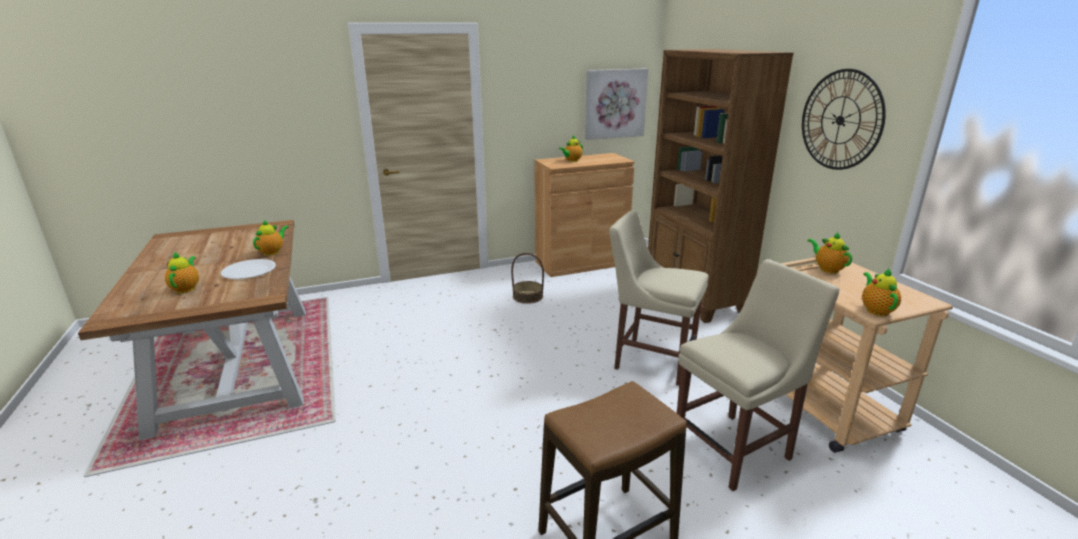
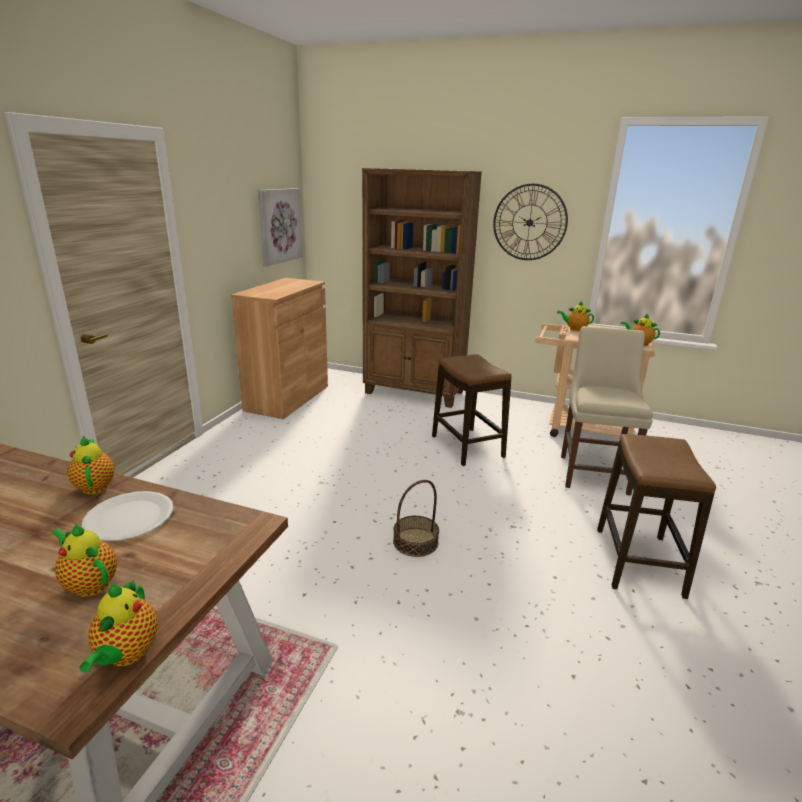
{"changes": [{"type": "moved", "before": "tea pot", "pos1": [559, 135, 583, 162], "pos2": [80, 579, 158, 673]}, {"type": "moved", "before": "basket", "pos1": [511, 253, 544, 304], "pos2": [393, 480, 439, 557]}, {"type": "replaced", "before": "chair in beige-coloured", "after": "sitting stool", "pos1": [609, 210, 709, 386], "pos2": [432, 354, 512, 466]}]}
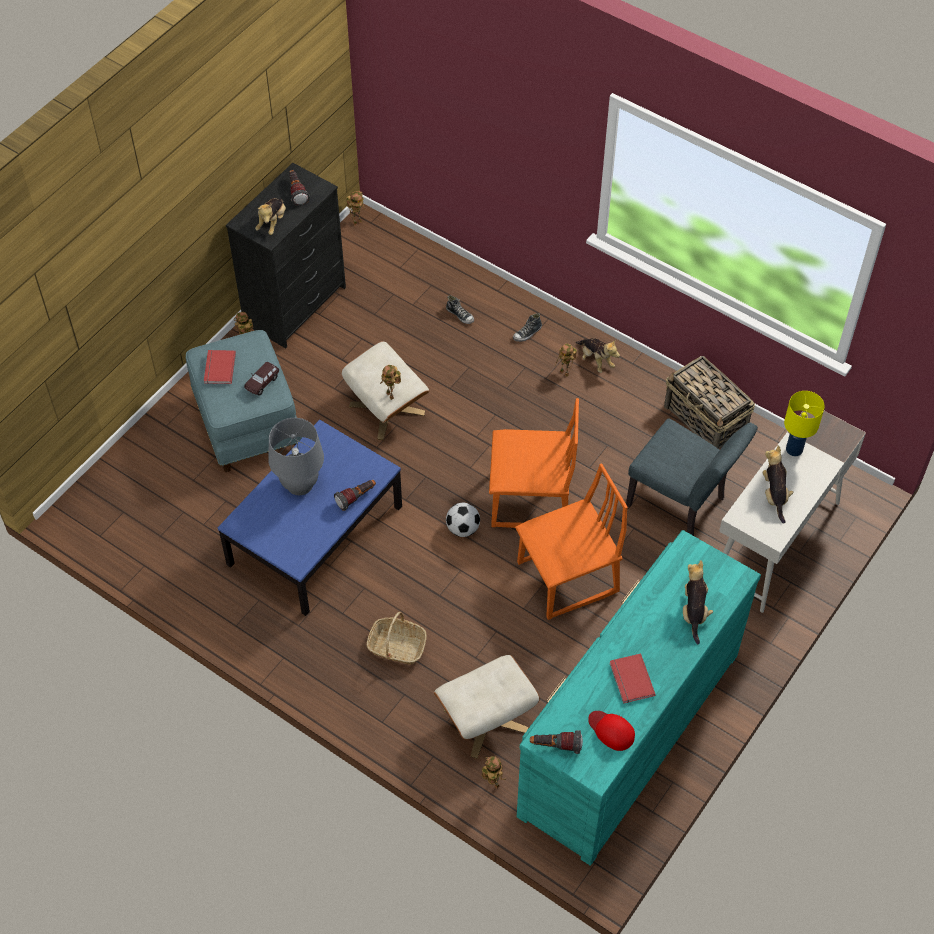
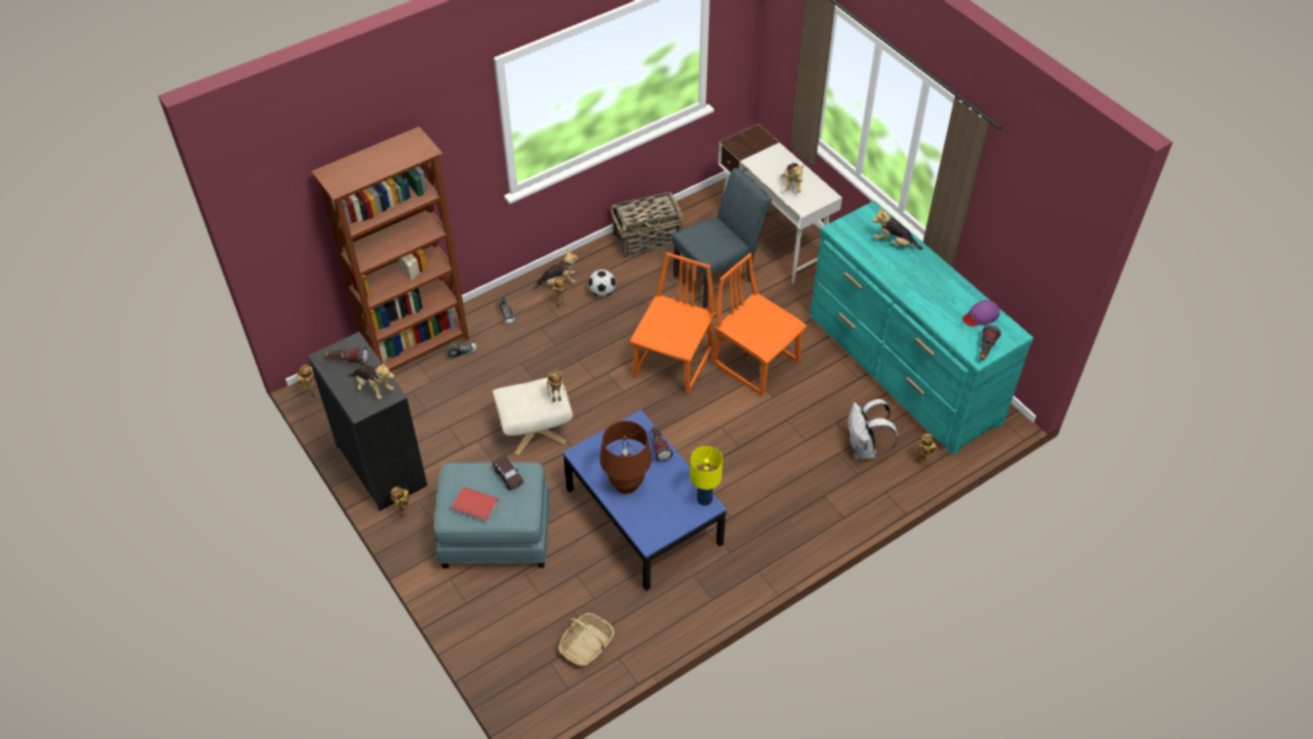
{"changes": [{"type": "added", "after": "bookshelf in brownish", "pos2": [311, 126, 469, 371]}, {"type": "moved", "before": "basket", "pos1": [367, 612, 427, 665], "pos2": [559, 613, 614, 667]}, {"type": "moved", "before": "football", "pos1": [446, 503, 480, 537], "pos2": [588, 269, 616, 297]}, {"type": "recoloured", "before": "lamp for a table in grey", "after": "lamp for a table in brownish", "pos1": [268, 418, 324, 495], "pos2": [600, 421, 652, 494]}, {"type": "moved", "before": "lamp for a table in yellow", "pos1": [784, 391, 825, 456], "pos2": [690, 446, 723, 506]}, {"type": "turned", "before": "chair in orange", "pos1": [515, 463, 628, 620], "pos2": [712, 253, 807, 396], "turn": -45}, {"type": "turned", "before": "plush toy", "pos1": [763, 445, 793, 524], "pos2": [780, 163, 804, 193], "turn": -105}, {"type": "replaced", "before": "footrest in beige-coloured", "after": "backpack in whitish", "pos1": [433, 655, 540, 759], "pos2": [848, 399, 898, 460]}, {"type": "recoloured", "before": "cap in reddish", "after": "cap in purplish", "pos1": [588, 711, 635, 751], "pos2": [963, 300, 1000, 326]}, {"type": "removed", "before": "bound book in reddish", "pos1": [610, 654, 656, 704]}]}
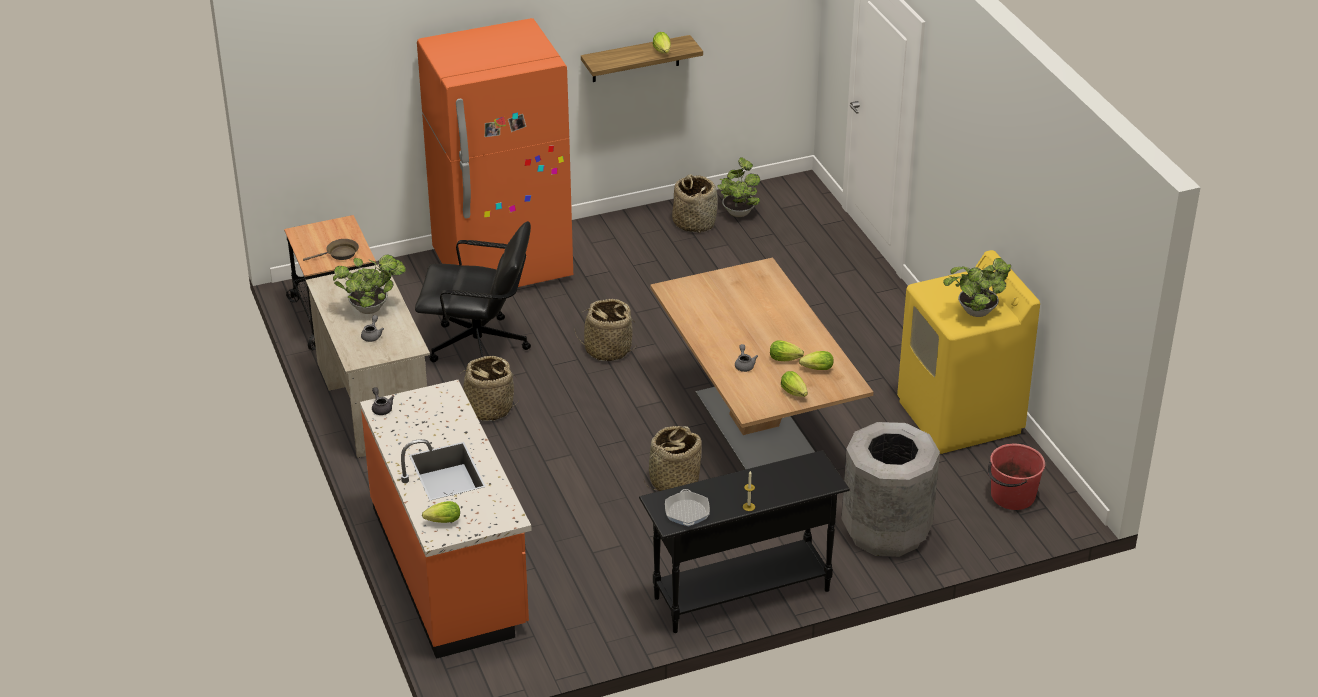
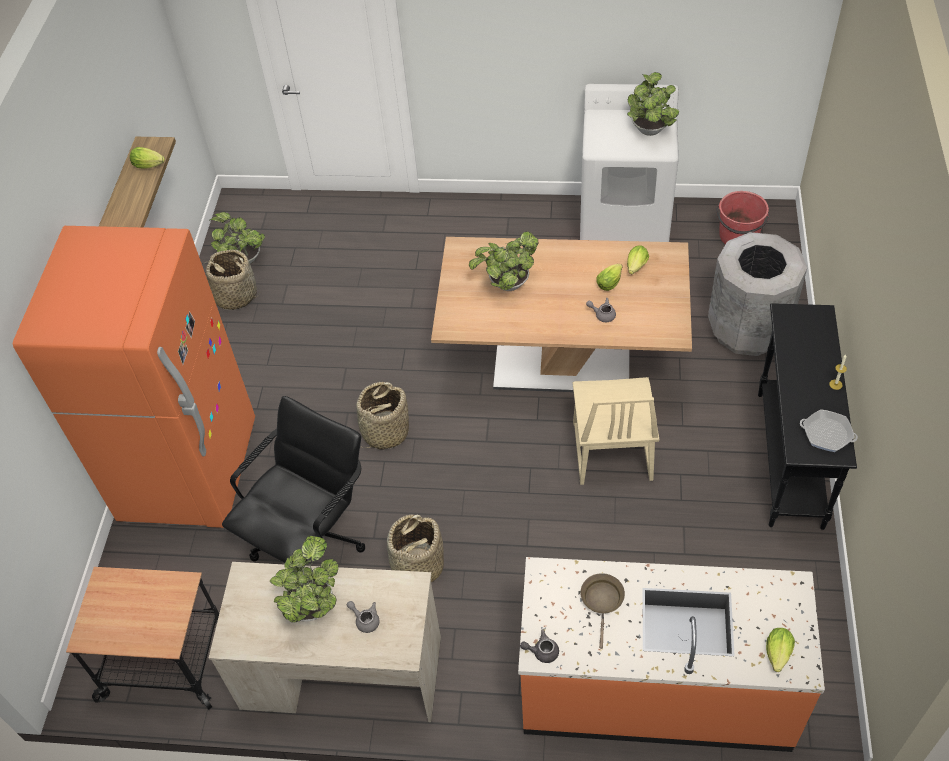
{"changes": [{"type": "added", "after": "houseplant", "pos2": [469, 231, 539, 291]}, {"type": "replaced", "before": "basket", "after": "chair in beige-coloured", "pos1": [644, 426, 702, 491], "pos2": [573, 377, 659, 485]}, {"type": "recoloured", "before": "washing machine in yellow", "after": "washing machine in whitish", "pos1": [897, 250, 1040, 454], "pos2": [580, 84, 679, 242]}, {"type": "moved", "before": "pan in brownish", "pos1": [303, 239, 359, 261], "pos2": [580, 573, 625, 649]}, {"type": "removed", "before": "lettuce", "pos1": [781, 371, 808, 397]}]}
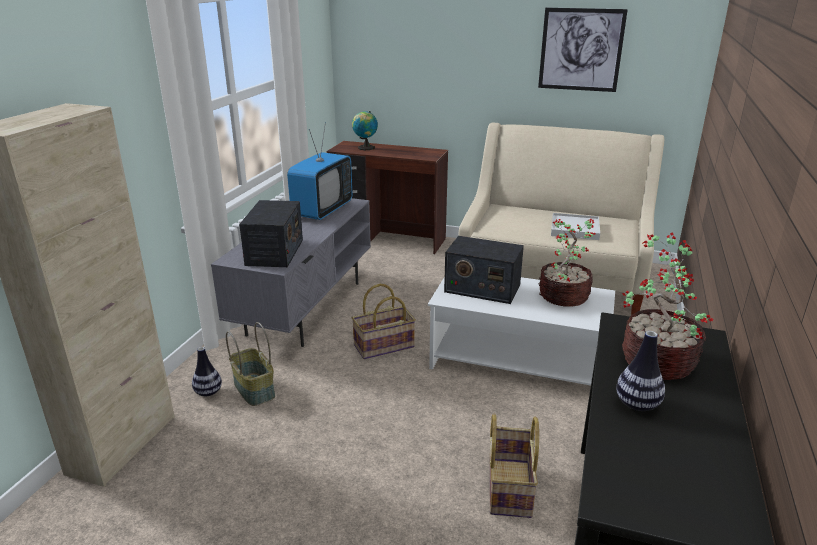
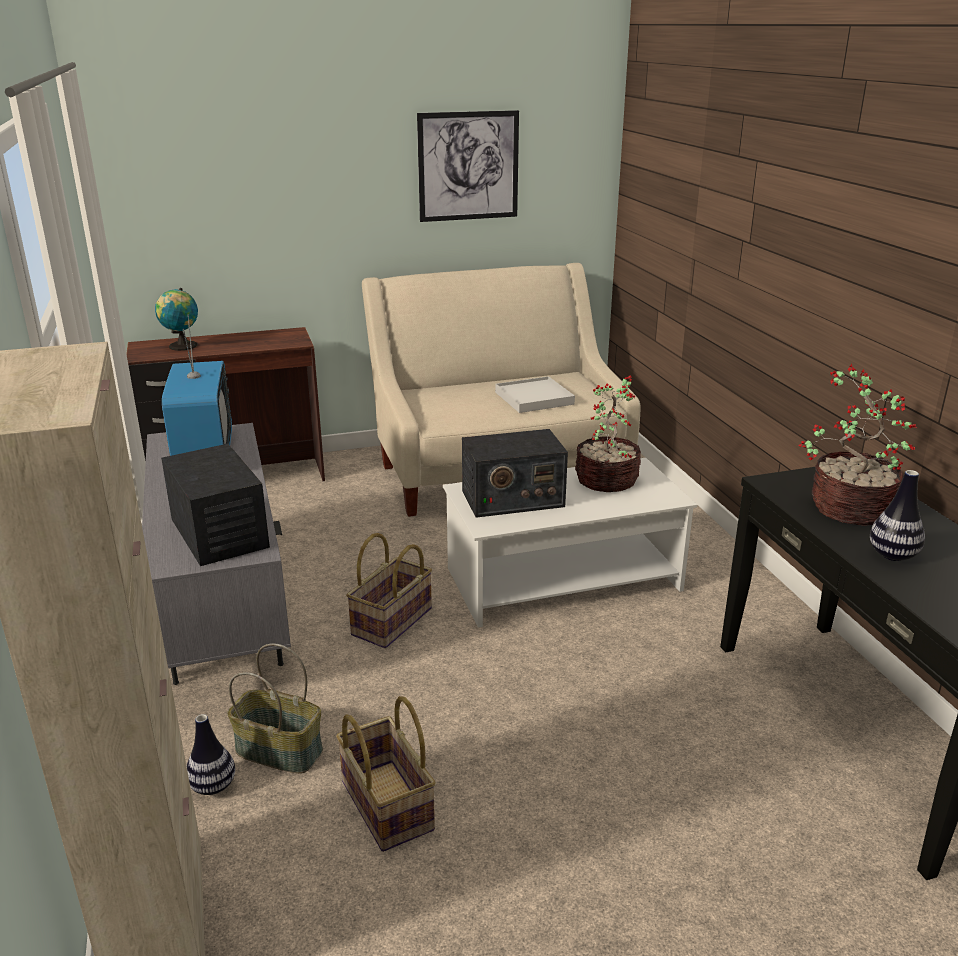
{"changes": [{"type": "moved", "before": "basket", "pos1": [489, 414, 539, 518], "pos2": [336, 696, 436, 852]}]}
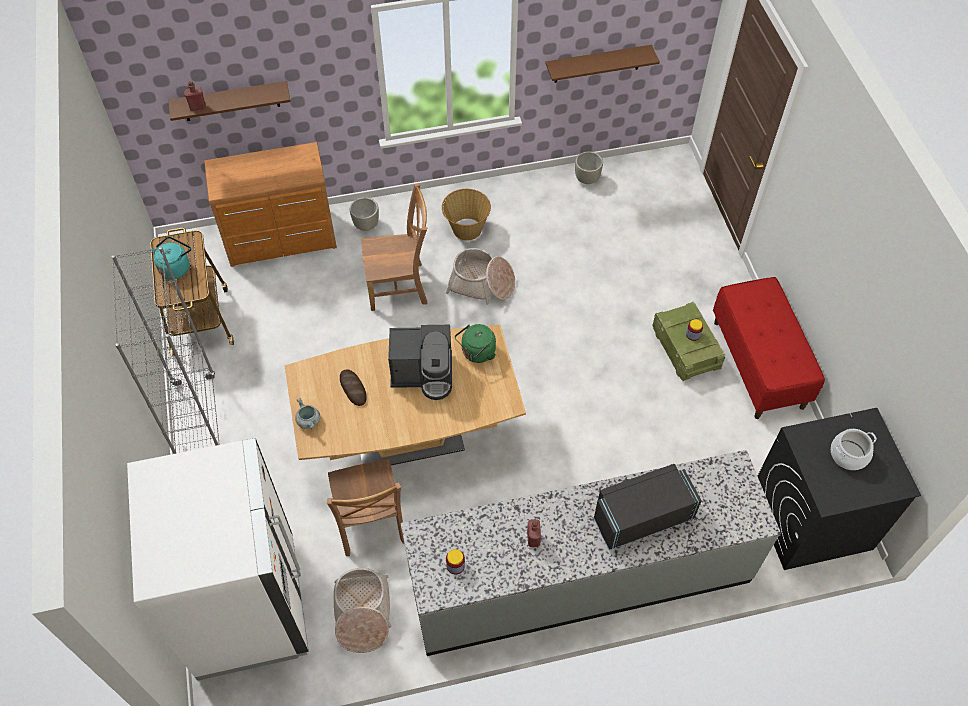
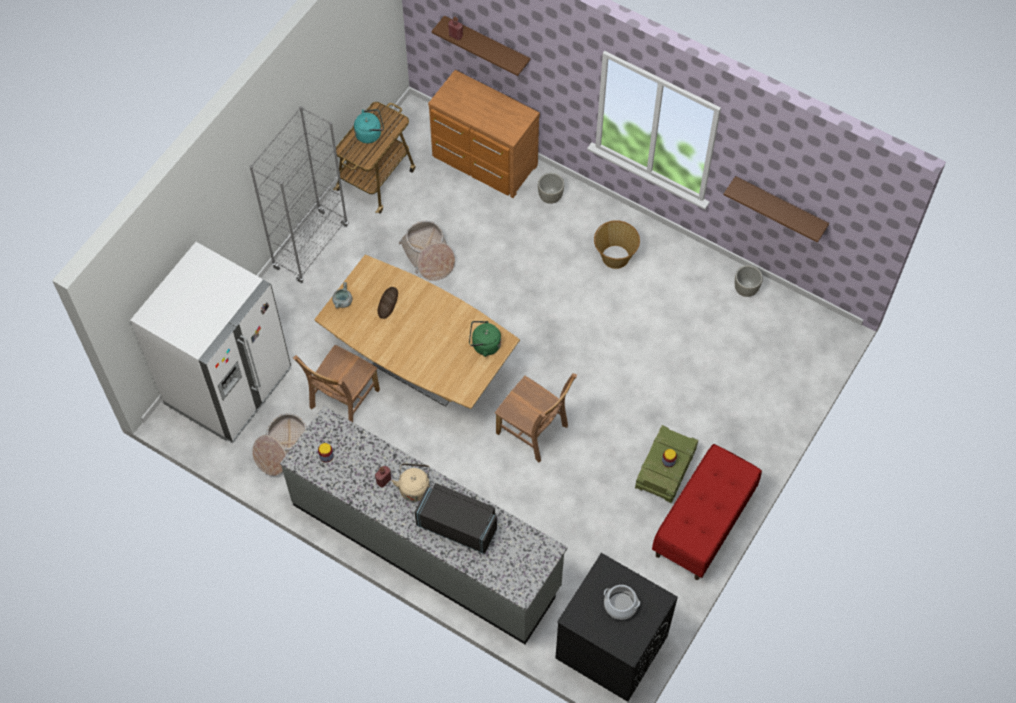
{"changes": [{"type": "added", "after": "water kettle in beige-coloured", "pos2": [392, 463, 430, 502]}, {"type": "moved", "before": "basket", "pos1": [446, 248, 515, 305], "pos2": [399, 221, 455, 281]}, {"type": "moved", "before": "chair in brownish", "pos1": [361, 183, 428, 311], "pos2": [495, 373, 577, 462]}, {"type": "removed", "before": "coffee maker", "pos1": [388, 325, 452, 400]}]}
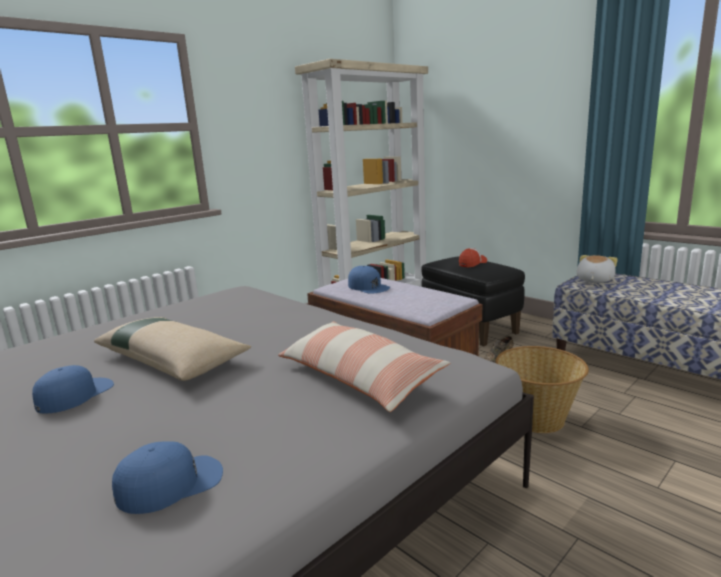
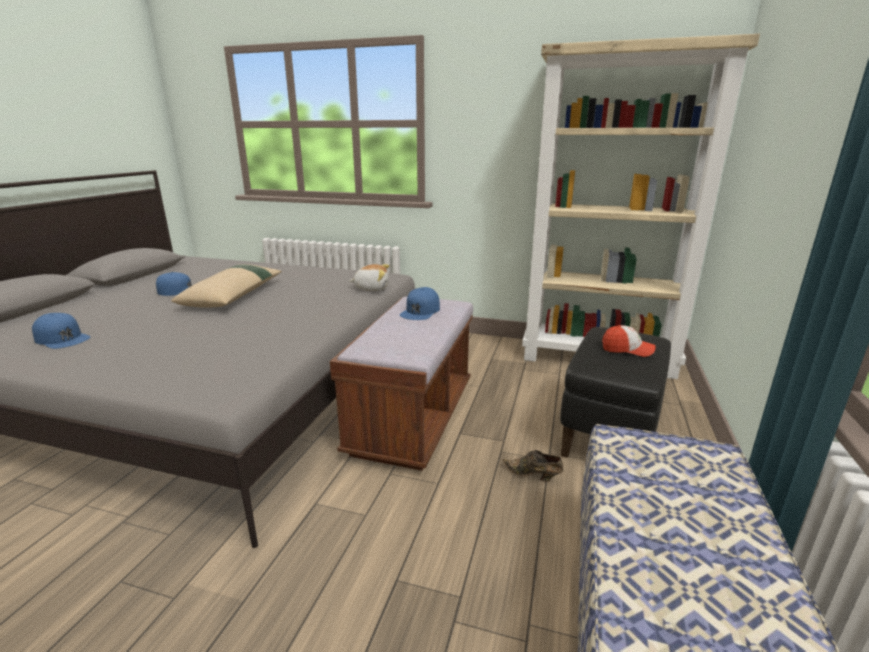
{"changes": [{"type": "moved", "before": "plush toy", "pos1": [577, 255, 618, 283], "pos2": [349, 264, 389, 291]}, {"type": "removed", "before": "pillow", "pos1": [278, 321, 450, 412]}, {"type": "removed", "before": "basket", "pos1": [495, 346, 589, 433]}]}
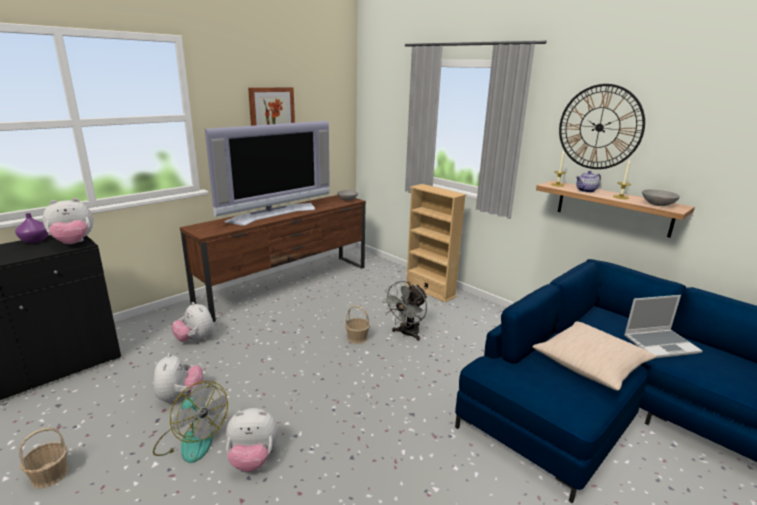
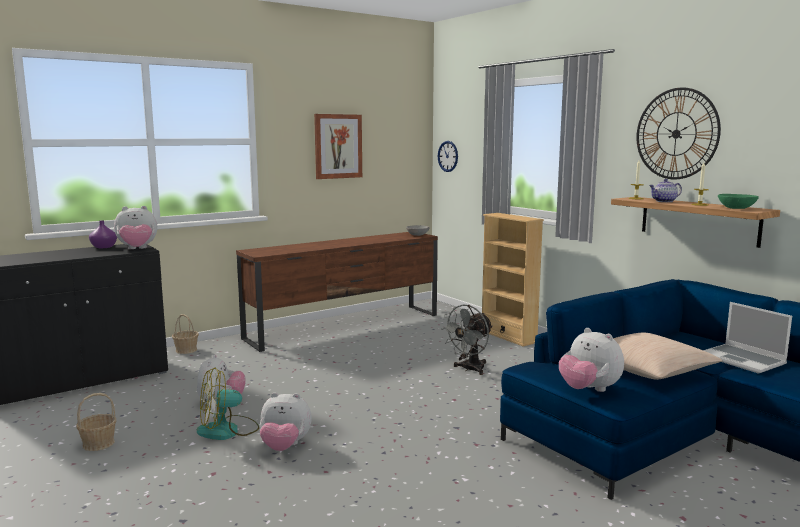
{"changes": [{"type": "moved", "before": "basket", "pos1": [345, 306, 370, 344], "pos2": [172, 314, 199, 354]}, {"type": "turned", "before": "fan", "pos1": [153, 381, 228, 463], "pos2": [197, 368, 259, 440], "turn": 105}, {"type": "added", "after": "wall clock", "pos2": [438, 141, 458, 172]}, {"type": "moved", "before": "plush toy", "pos1": [172, 302, 214, 342], "pos2": [559, 328, 624, 392]}, {"type": "turned", "before": "notebook computer", "pos1": [624, 295, 703, 358], "pos2": [703, 302, 792, 374], "turn": 60}, {"type": "recoloured", "before": "deep dish in grey", "after": "deep dish in green", "pos1": [642, 189, 680, 206], "pos2": [718, 194, 759, 209]}, {"type": "removed", "before": "TV", "pos1": [205, 121, 330, 226]}]}
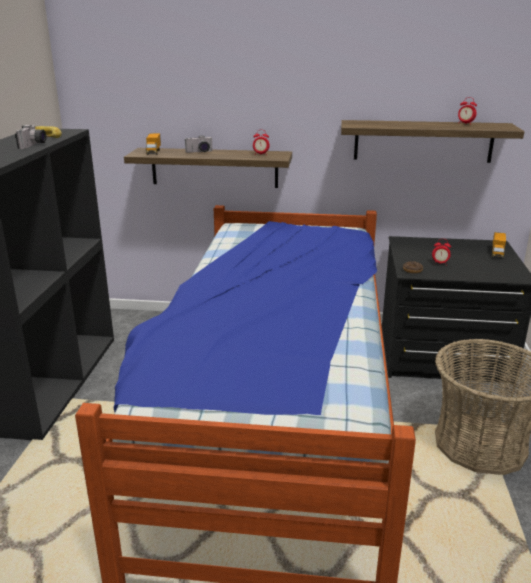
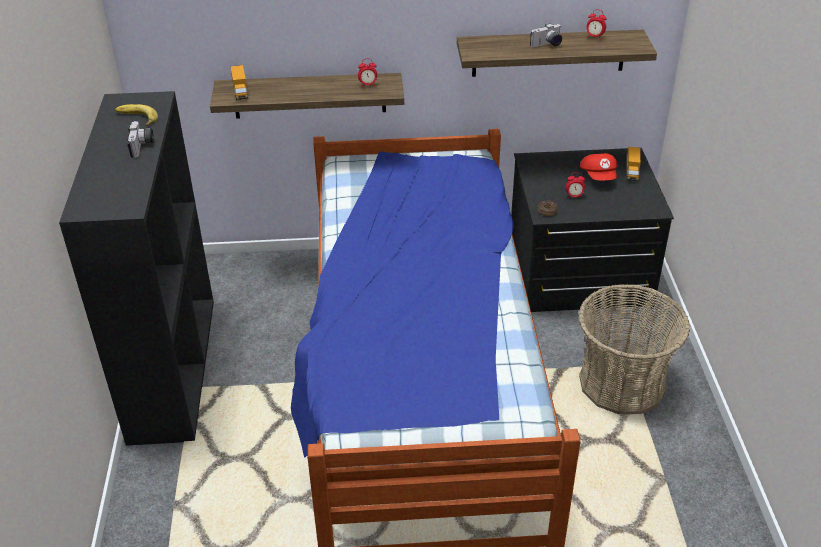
{"changes": [{"type": "moved", "before": "still camera", "pos1": [185, 135, 213, 153], "pos2": [530, 23, 562, 47]}, {"type": "added", "after": "cap in reddish", "pos2": [580, 153, 618, 180]}]}
